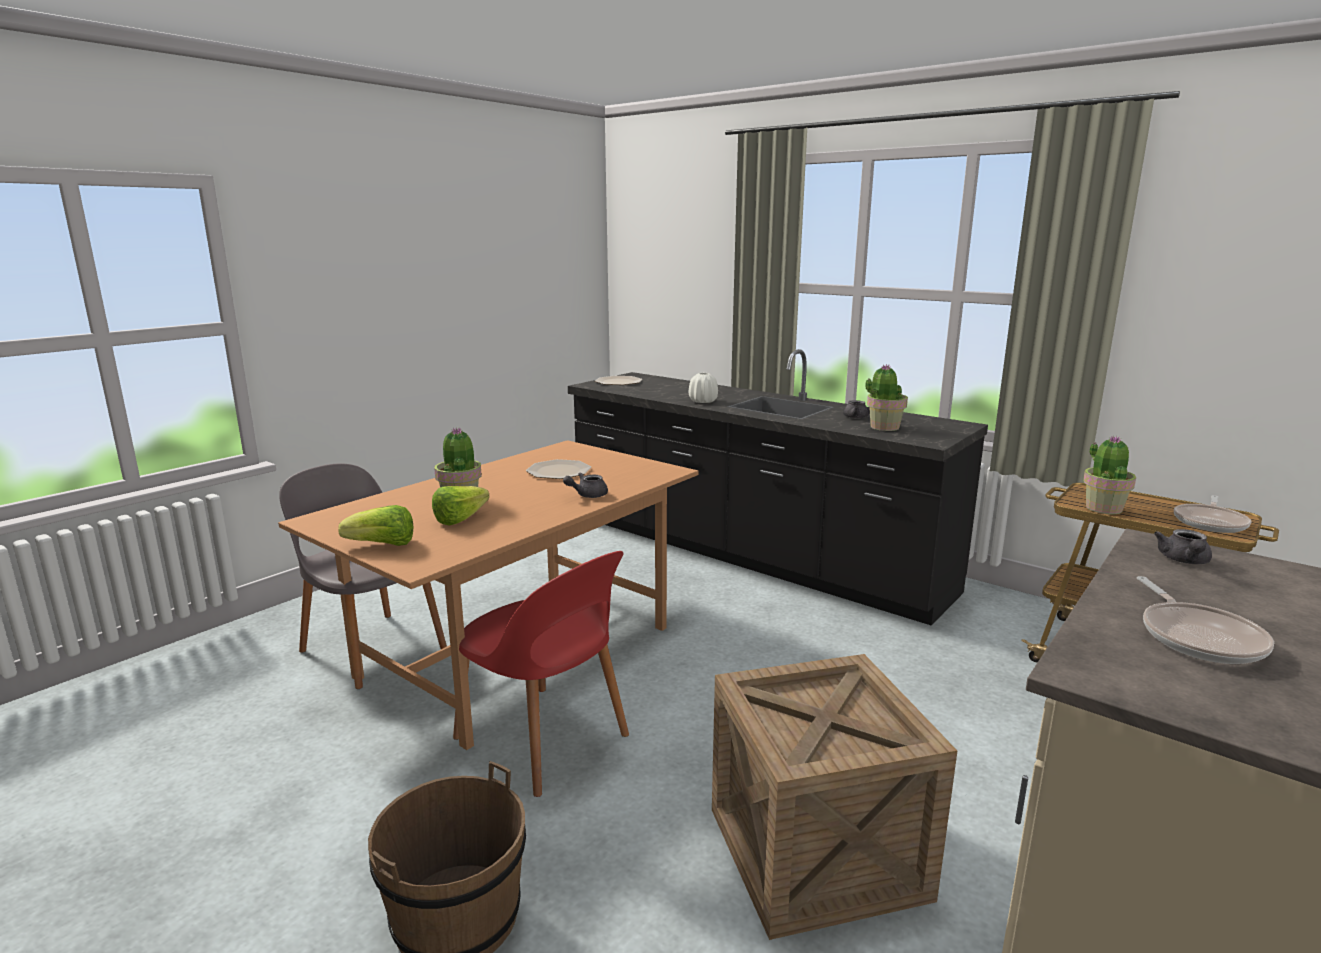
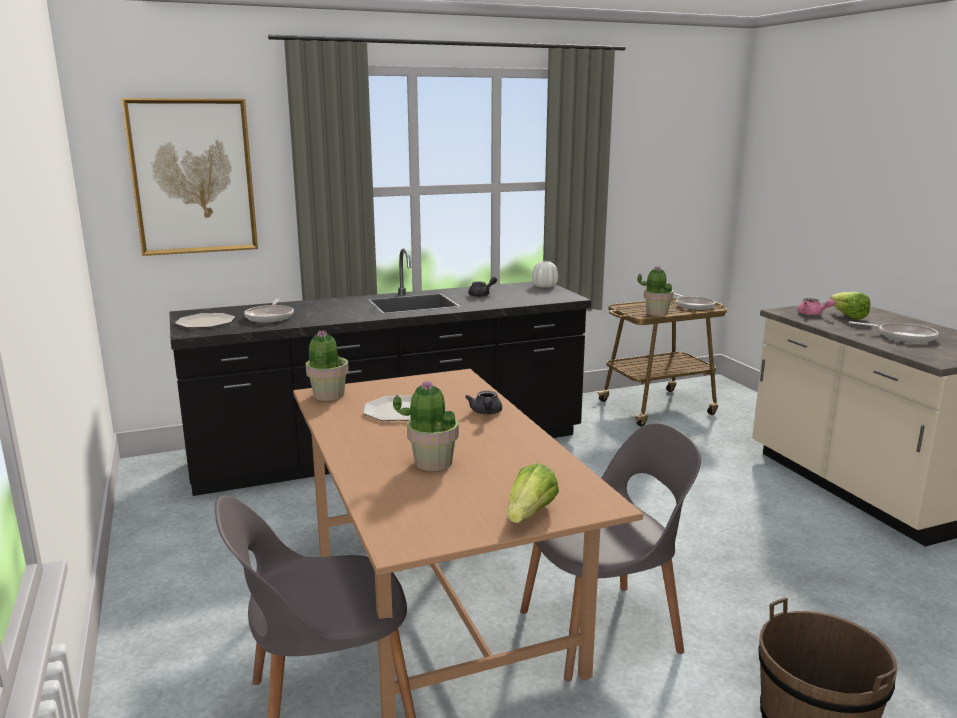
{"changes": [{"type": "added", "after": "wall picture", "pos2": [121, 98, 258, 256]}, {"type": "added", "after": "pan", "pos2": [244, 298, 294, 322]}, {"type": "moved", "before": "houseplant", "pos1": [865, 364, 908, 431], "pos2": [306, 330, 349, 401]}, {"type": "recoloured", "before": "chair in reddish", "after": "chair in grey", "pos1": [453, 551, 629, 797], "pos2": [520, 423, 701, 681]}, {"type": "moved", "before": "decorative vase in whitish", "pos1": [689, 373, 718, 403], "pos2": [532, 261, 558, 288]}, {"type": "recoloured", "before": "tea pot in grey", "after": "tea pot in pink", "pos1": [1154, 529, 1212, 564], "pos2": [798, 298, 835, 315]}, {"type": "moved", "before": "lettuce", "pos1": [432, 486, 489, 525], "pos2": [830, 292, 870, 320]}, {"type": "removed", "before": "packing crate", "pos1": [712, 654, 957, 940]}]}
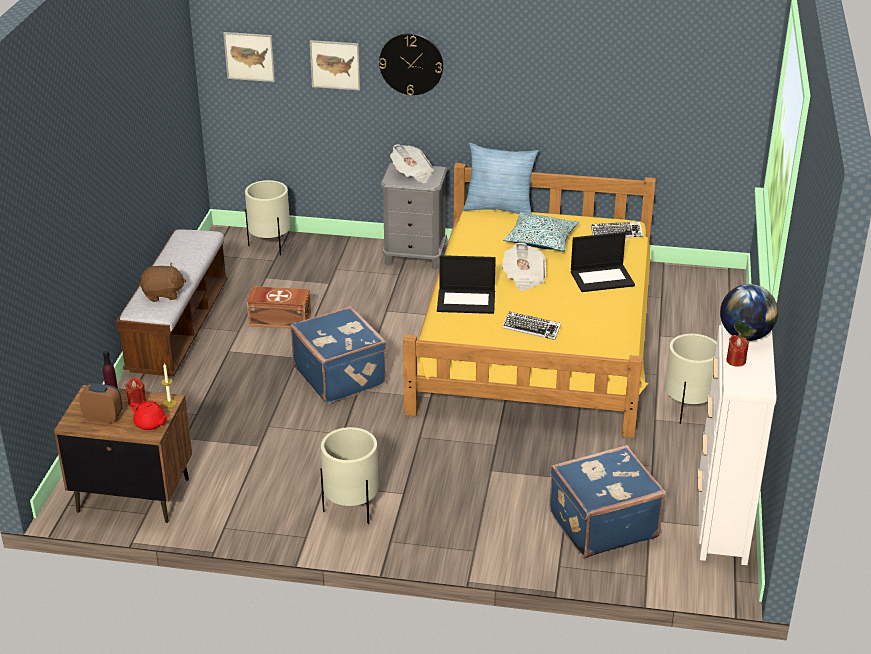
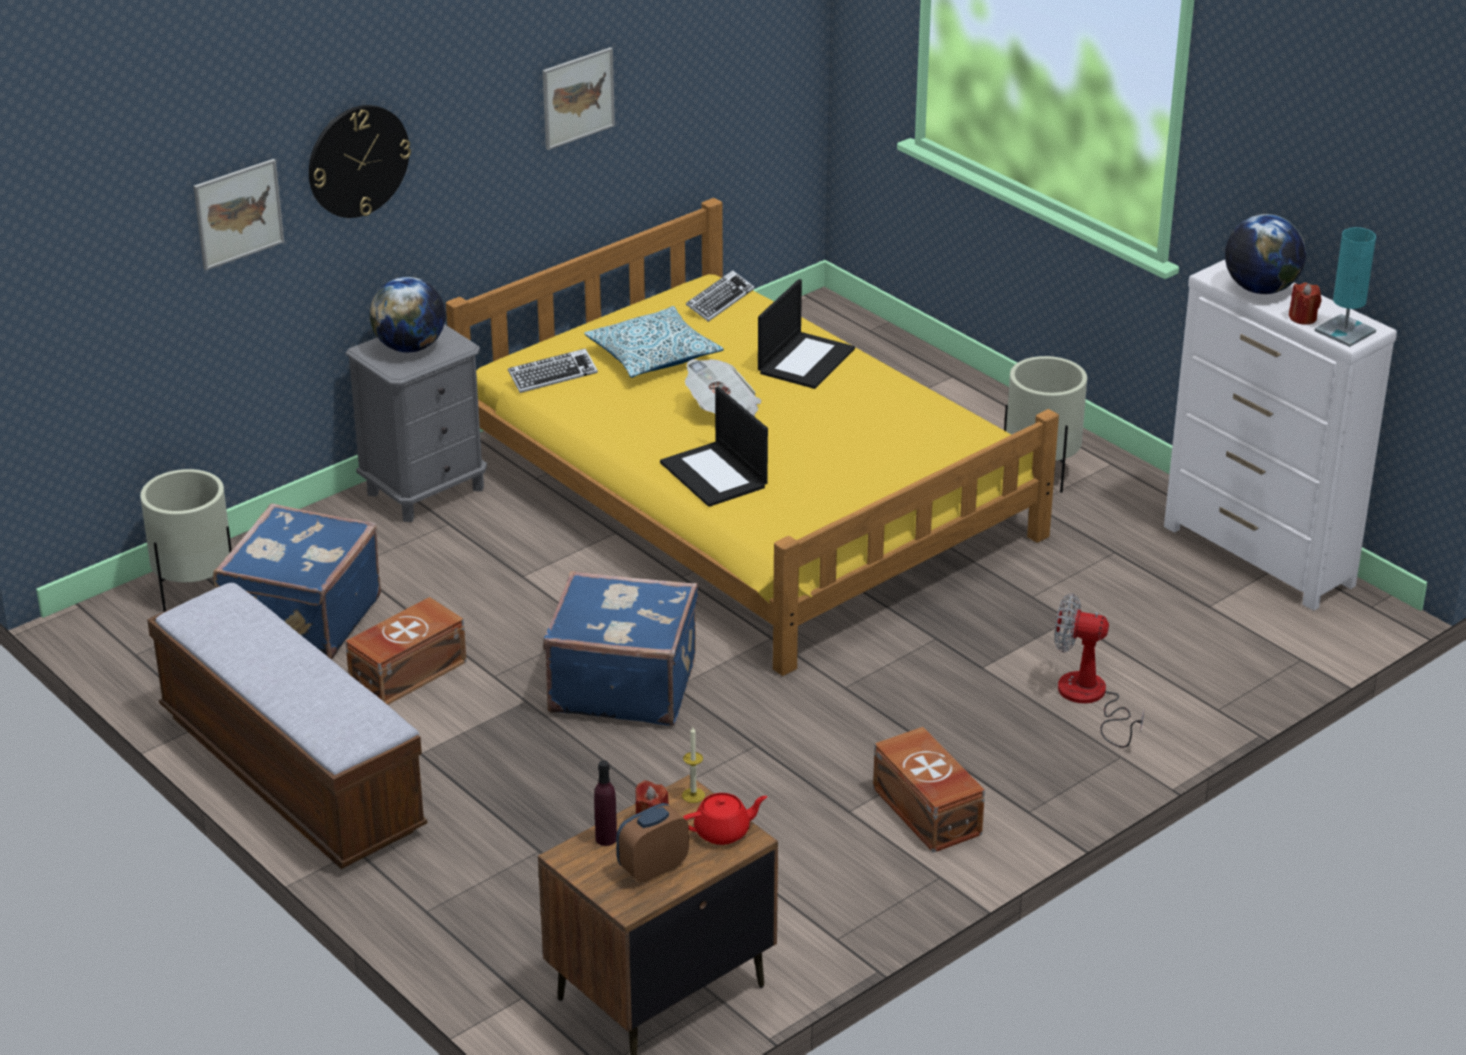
{"changes": [{"type": "moved", "before": "suitcase in blue", "pos1": [549, 445, 666, 558], "pos2": [213, 504, 381, 660]}, {"type": "replaced", "before": "printed paper", "after": "world globe", "pos1": [390, 144, 434, 183], "pos2": [370, 277, 445, 353]}, {"type": "moved", "before": "PC keyboard", "pos1": [502, 312, 561, 340], "pos2": [508, 348, 598, 393]}, {"type": "moved", "before": "wall picture", "pos1": [223, 32, 275, 82], "pos2": [543, 47, 615, 150]}, {"type": "turned", "before": "notebook computer", "pos1": [437, 255, 496, 314], "pos2": [660, 387, 768, 507], "turn": 105}, {"type": "replaced", "before": "plant pot in beige-coloured", "after": "storage bin in brownish", "pos1": [320, 427, 378, 524], "pos2": [873, 727, 985, 853]}, {"type": "added", "after": "fan", "pos2": [1054, 593, 1144, 748]}, {"type": "added", "after": "lamp for a table in turquoise", "pos2": [1315, 227, 1376, 347]}, {"type": "removed", "before": "plush toy in brownish", "pos1": [140, 263, 186, 302]}, {"type": "removed", "before": "pillow", "pos1": [463, 143, 539, 214]}]}
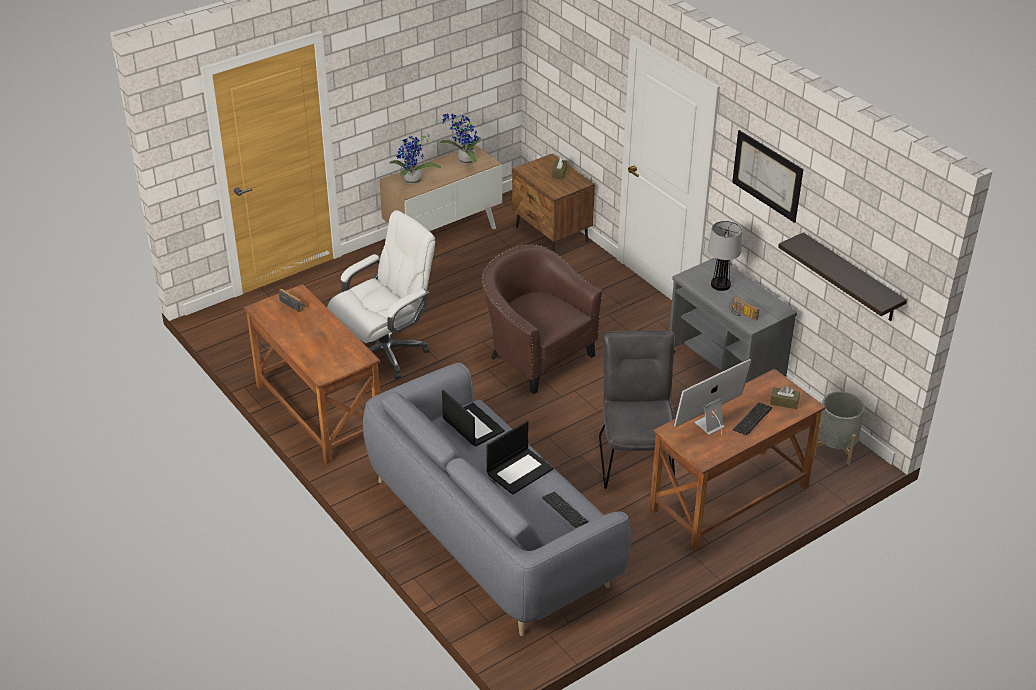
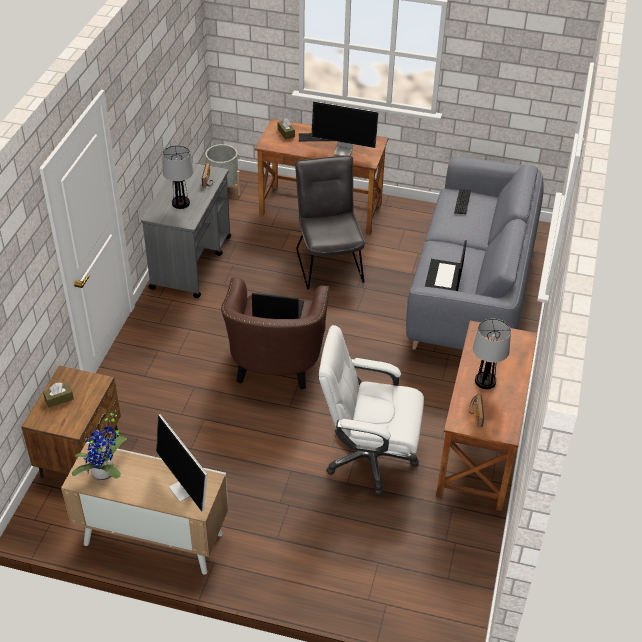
{"changes": [{"type": "replaced", "before": "houseplant", "after": "computer display", "pos1": [390, 134, 441, 184], "pos2": [156, 414, 208, 512]}, {"type": "moved", "before": "notebook computer", "pos1": [486, 421, 553, 495], "pos2": [252, 293, 304, 319]}, {"type": "turned", "before": "chair in grey", "pos1": [599, 331, 675, 489], "pos2": [295, 155, 365, 290], "turn": 120}, {"type": "added", "after": "lamp for a table", "pos2": [473, 319, 511, 389]}, {"type": "removed", "before": "wall picture", "pos1": [732, 130, 803, 223]}, {"type": "removed", "before": "shelf", "pos1": [778, 233, 907, 321]}]}
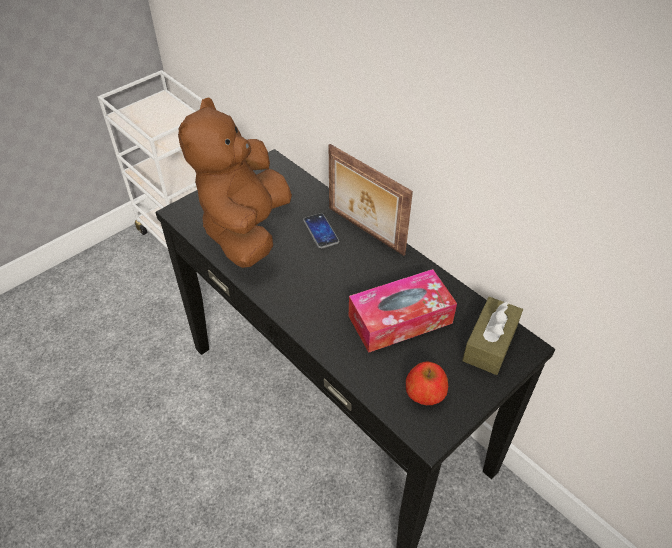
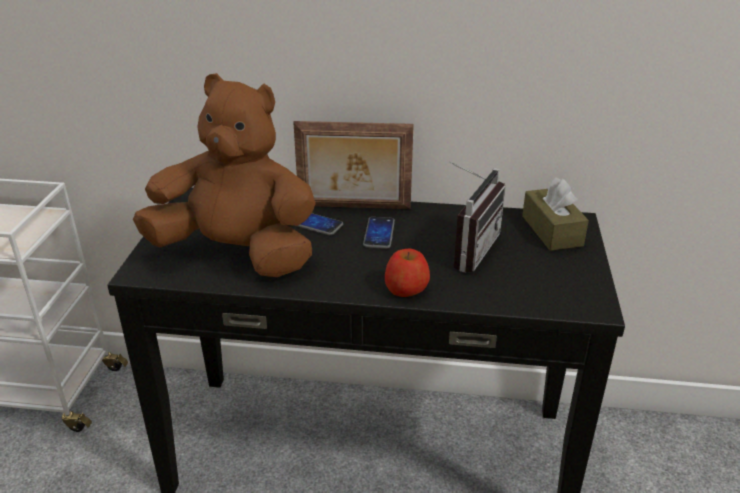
{"changes": [{"type": "turned", "before": "plush toy in brownish", "pos1": [178, 97, 292, 268], "pos2": [133, 73, 316, 277], "turn": 135}, {"type": "added", "after": "phone", "pos2": [363, 217, 395, 249]}, {"type": "moved", "before": "whole apple", "pos1": [406, 361, 448, 405], "pos2": [385, 248, 430, 297]}, {"type": "replaced", "before": "box of tissues", "after": "radio", "pos1": [349, 269, 457, 353], "pos2": [449, 162, 506, 273]}]}
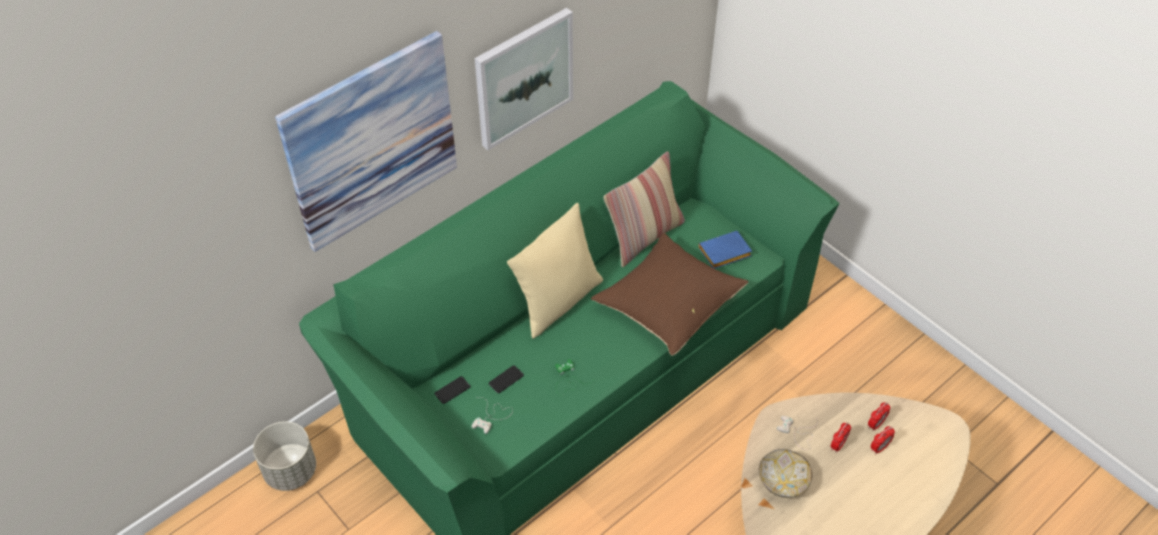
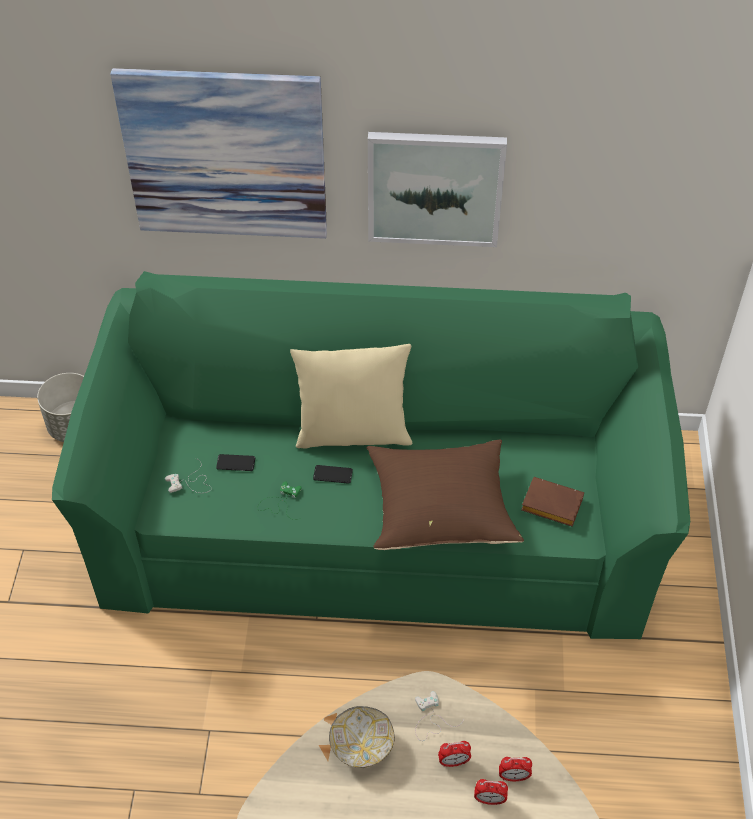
{"changes": [{"type": "moved", "before": "phone", "pos1": [434, 376, 471, 404], "pos2": [313, 465, 353, 484]}, {"type": "recoloured", "before": "bound book in blue", "after": "bound book in brownish", "pos1": [699, 231, 752, 269], "pos2": [521, 477, 584, 527]}, {"type": "removed", "before": "pillow", "pos1": [603, 151, 685, 267]}]}
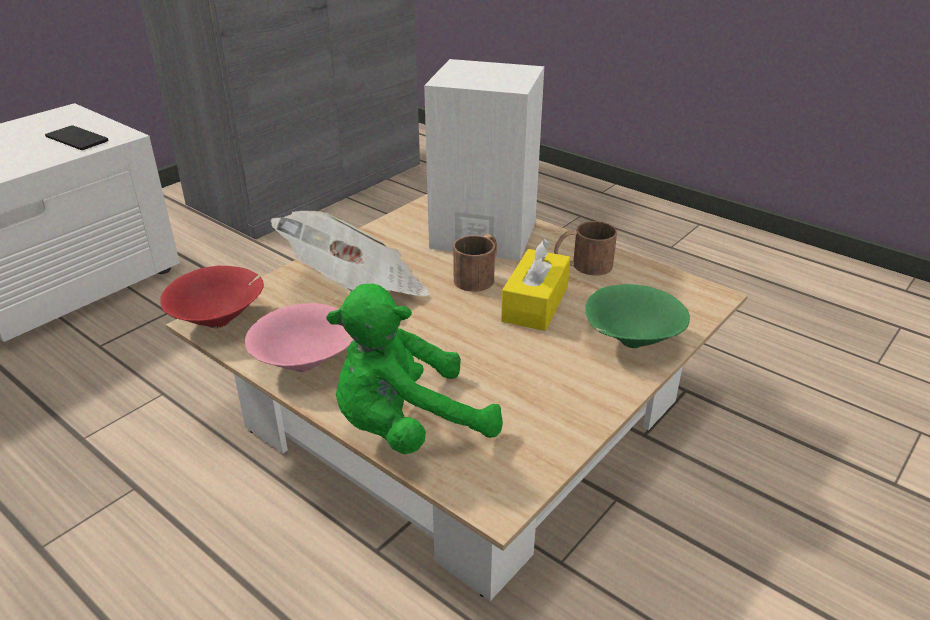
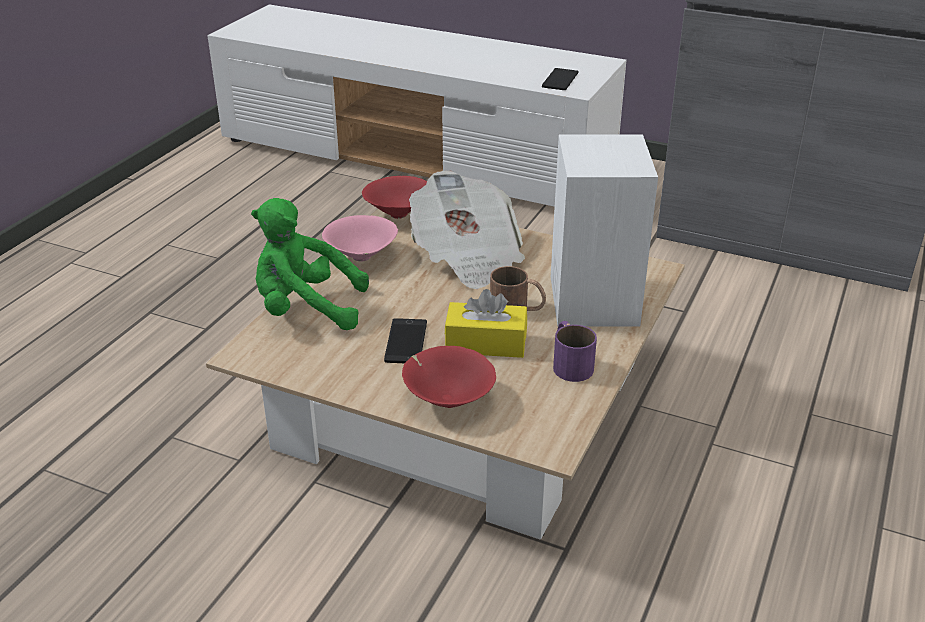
{"changes": [{"type": "turned", "before": "plush toy in green", "pos1": [326, 284, 503, 454], "pos2": [251, 198, 369, 330], "turn": -45}, {"type": "added", "after": "phone", "pos2": [384, 318, 427, 363]}, {"type": "recoloured", "before": "deep dish in green", "after": "deep dish in reddish", "pos1": [585, 284, 690, 348], "pos2": [402, 346, 496, 408]}, {"type": "recoloured", "before": "mug in brownish", "after": "mug in purplish", "pos1": [554, 221, 617, 275], "pos2": [553, 321, 597, 382]}]}
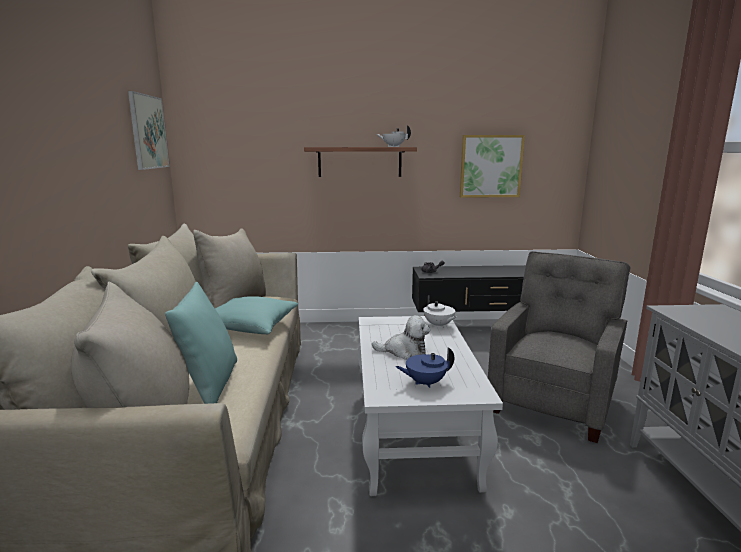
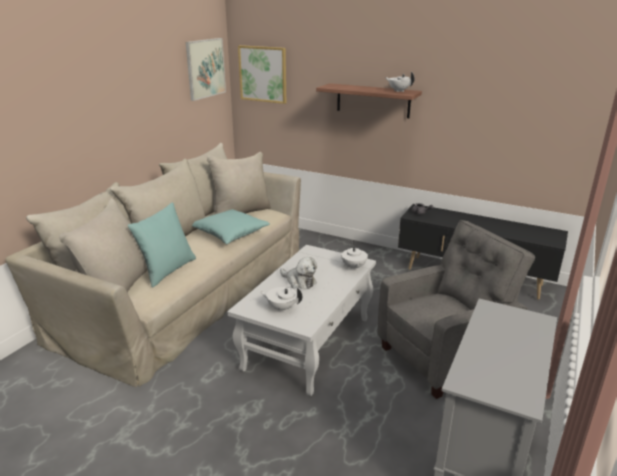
{"changes": [{"type": "moved", "before": "wall picture", "pos1": [460, 135, 525, 198], "pos2": [238, 45, 286, 104]}, {"type": "recoloured", "before": "tea pot in blue", "after": "tea pot in whitish", "pos1": [395, 347, 454, 388], "pos2": [259, 287, 302, 312]}]}
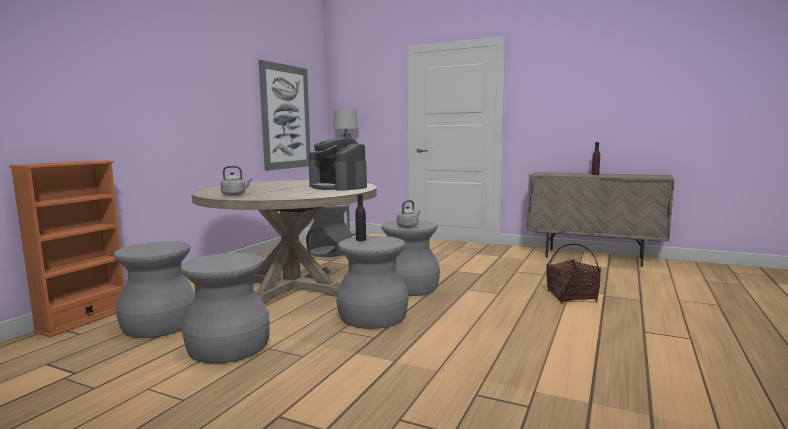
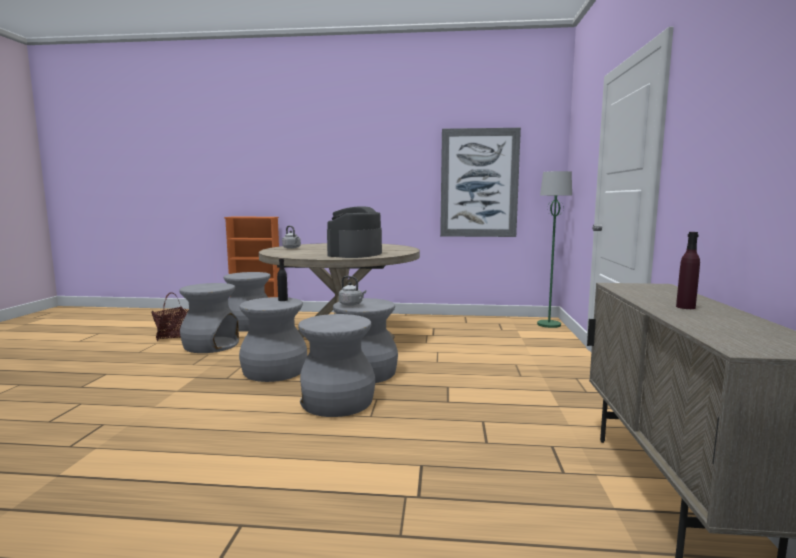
{"changes": [{"type": "moved", "before": "basket", "pos1": [546, 244, 601, 304], "pos2": [152, 292, 189, 341]}, {"type": "moved", "before": "sitting stool in grey", "pos1": [306, 204, 352, 257], "pos2": [298, 314, 375, 417]}]}
